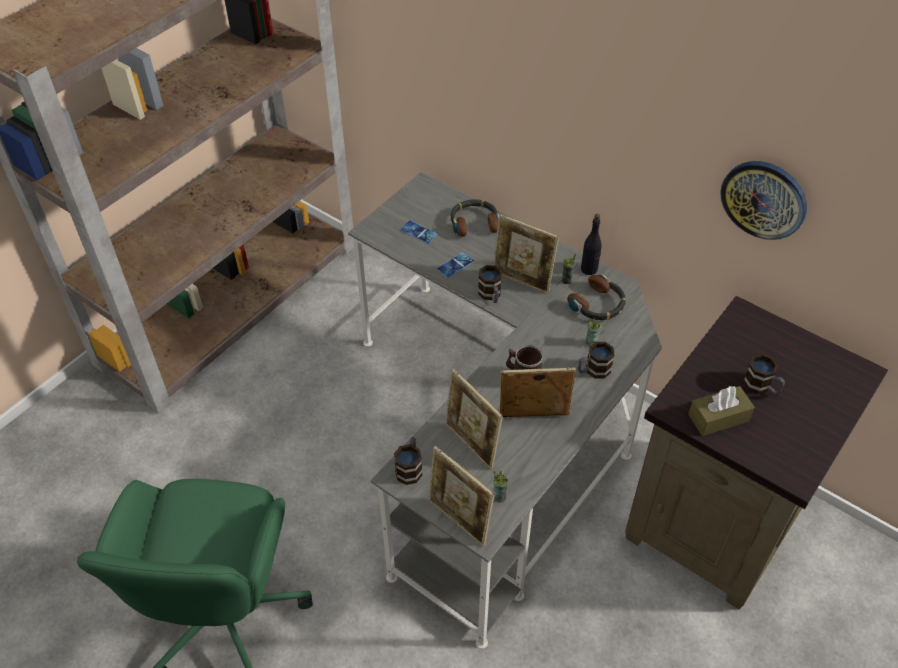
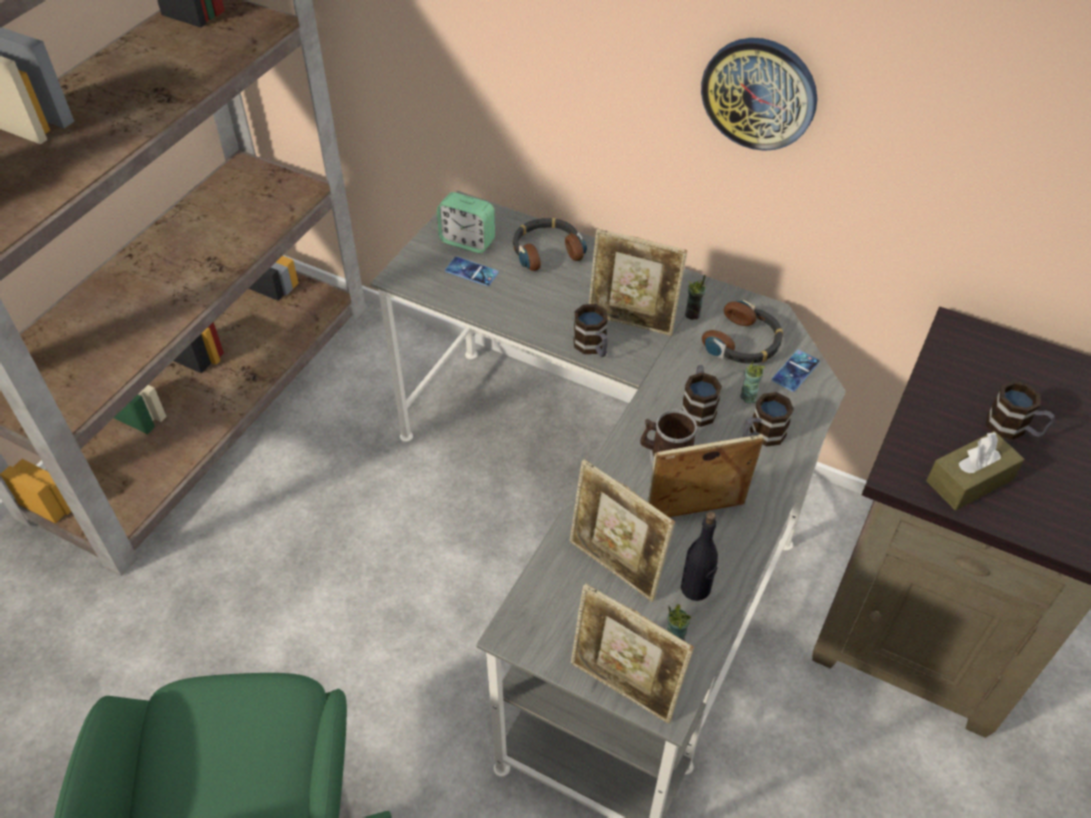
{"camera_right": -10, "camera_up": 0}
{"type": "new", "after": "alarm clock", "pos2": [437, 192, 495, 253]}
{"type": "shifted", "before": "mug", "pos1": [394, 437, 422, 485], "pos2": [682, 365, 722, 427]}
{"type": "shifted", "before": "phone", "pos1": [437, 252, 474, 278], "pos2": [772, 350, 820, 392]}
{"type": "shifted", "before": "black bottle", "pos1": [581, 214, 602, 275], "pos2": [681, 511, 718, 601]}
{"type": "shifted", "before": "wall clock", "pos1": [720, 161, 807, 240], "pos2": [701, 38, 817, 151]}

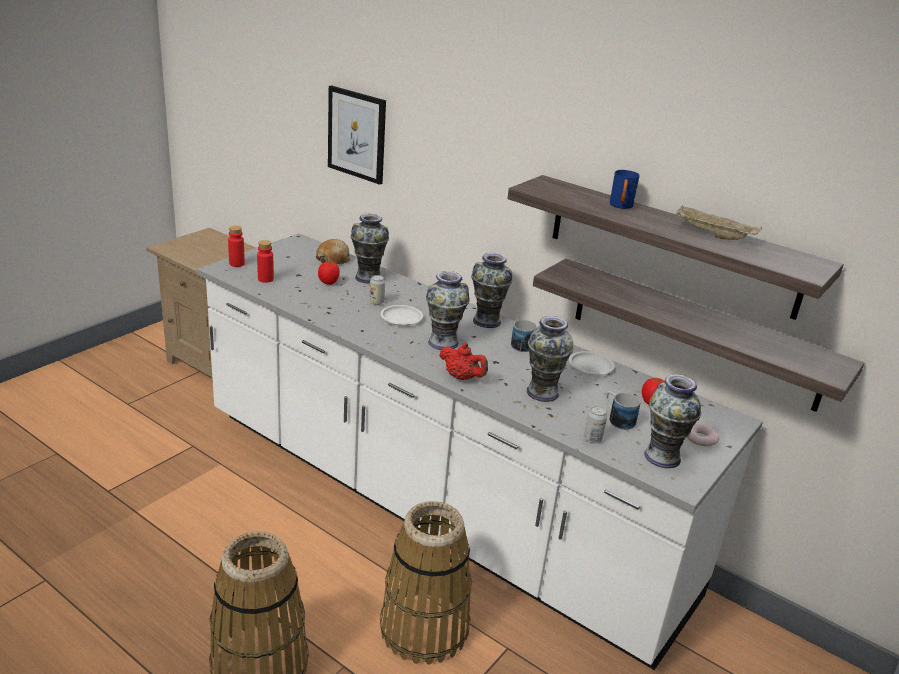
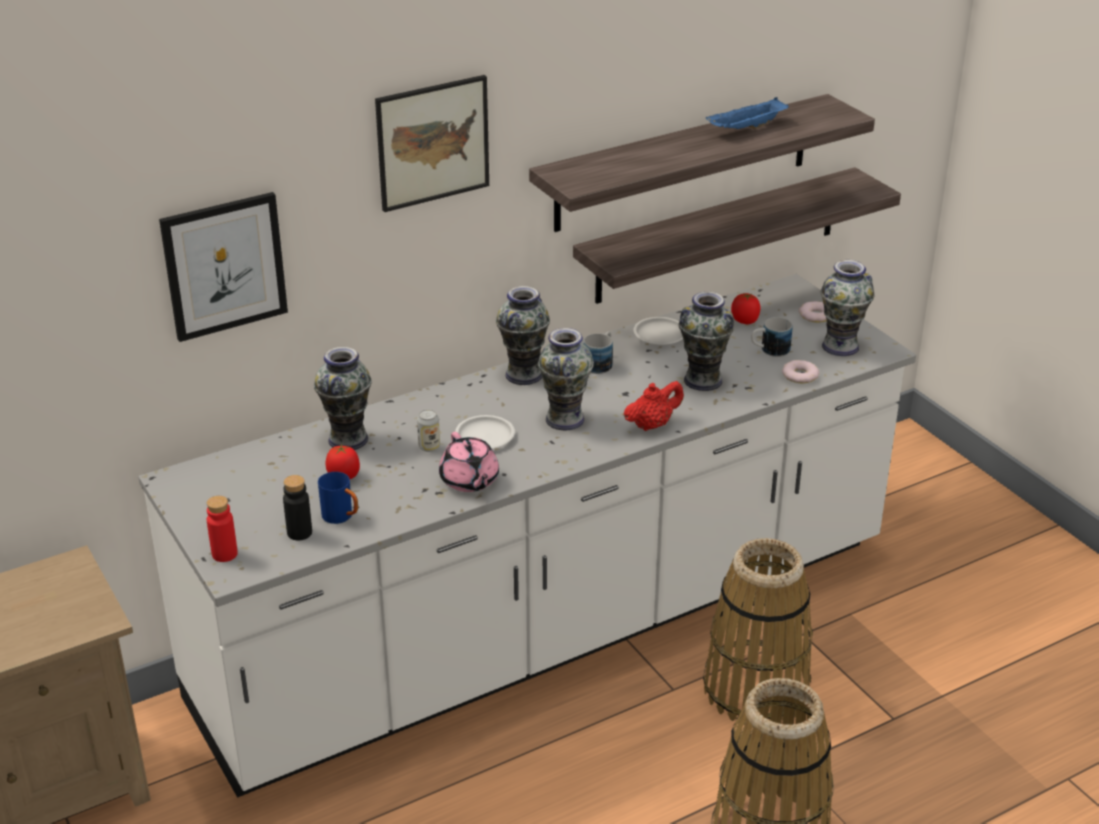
{"camera_right": -65, "camera_up": 5}
{"type": "gone", "before": "bread", "pos1": [316, 239, 350, 264]}
{"type": "new", "after": "picture", "pos2": [375, 75, 489, 212]}
{"type": "new", "after": "pink teapot", "pos2": [439, 432, 499, 492]}
{"type": "shifted", "before": "blue mug", "pos1": [610, 170, 640, 209], "pos2": [318, 472, 358, 524]}
{"type": "swapped", "before": "can", "after": "donut", "pos1": [584, 406, 607, 443], "pos2": [782, 360, 819, 383]}
{"type": "repainted", "before": "red bottle", "after": "black bottle", "pos1": [257, 240, 274, 283], "pos2": [283, 475, 312, 541]}
{"type": "repainted", "before": "beige tray", "after": "blue tray", "pos1": [676, 205, 762, 240], "pos2": [706, 97, 789, 129]}

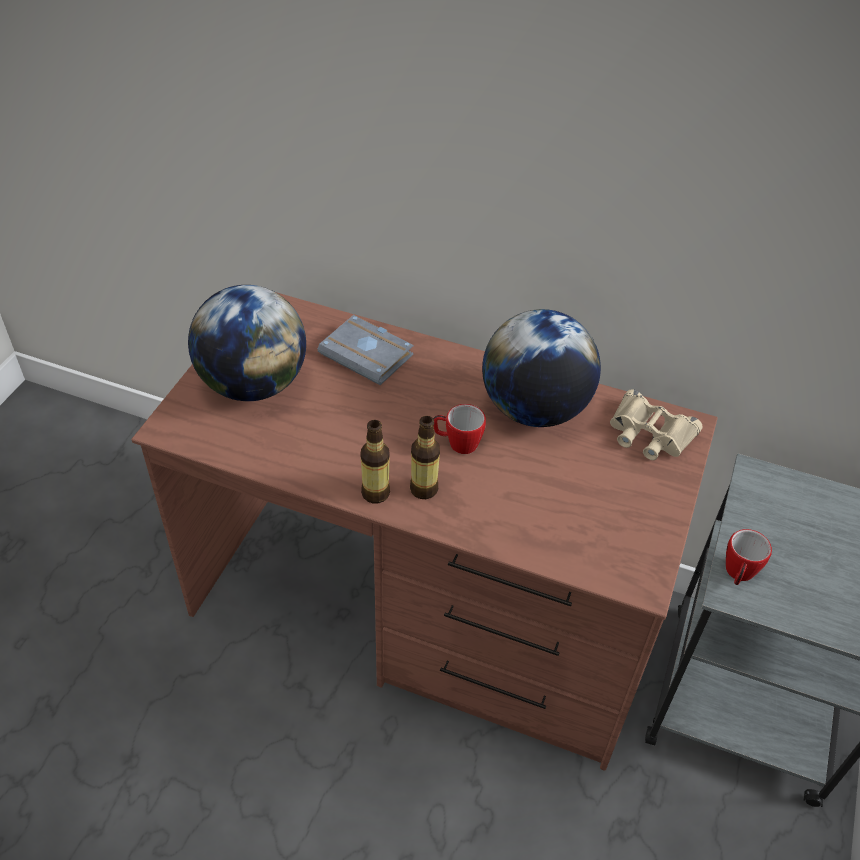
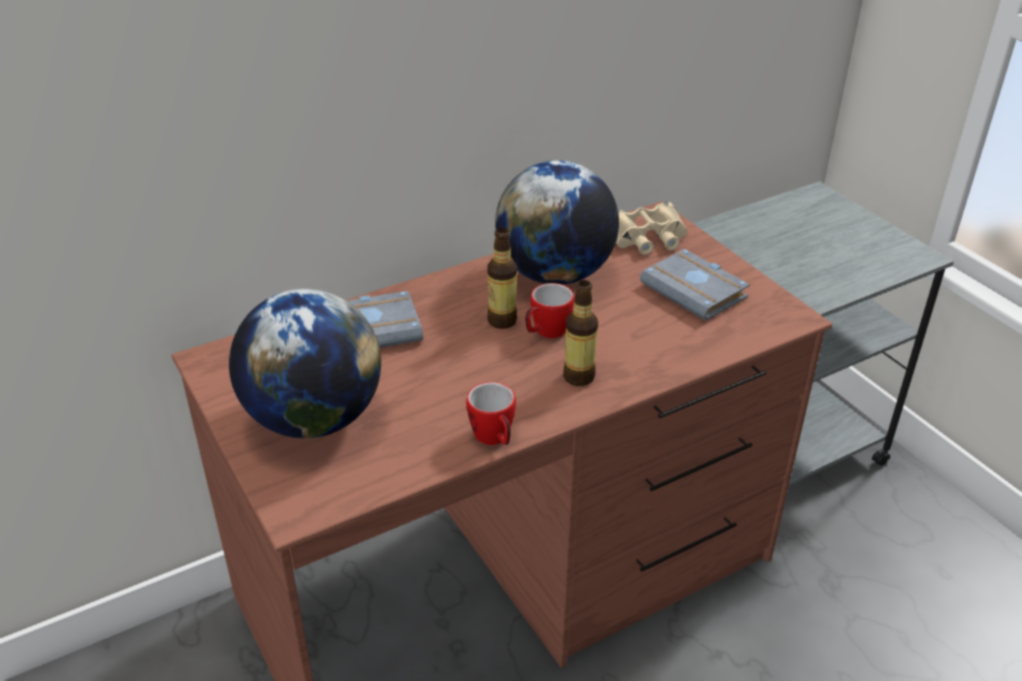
{"camera_right": -50, "camera_up": -10}
{"type": "new", "after": "grey book", "pos2": [640, 249, 750, 321]}
{"type": "shifted", "before": "bottle", "pos1": [360, 420, 390, 503], "pos2": [488, 227, 517, 329]}
{"type": "shifted", "before": "mug", "pos1": [726, 529, 772, 585], "pos2": [466, 382, 516, 445]}

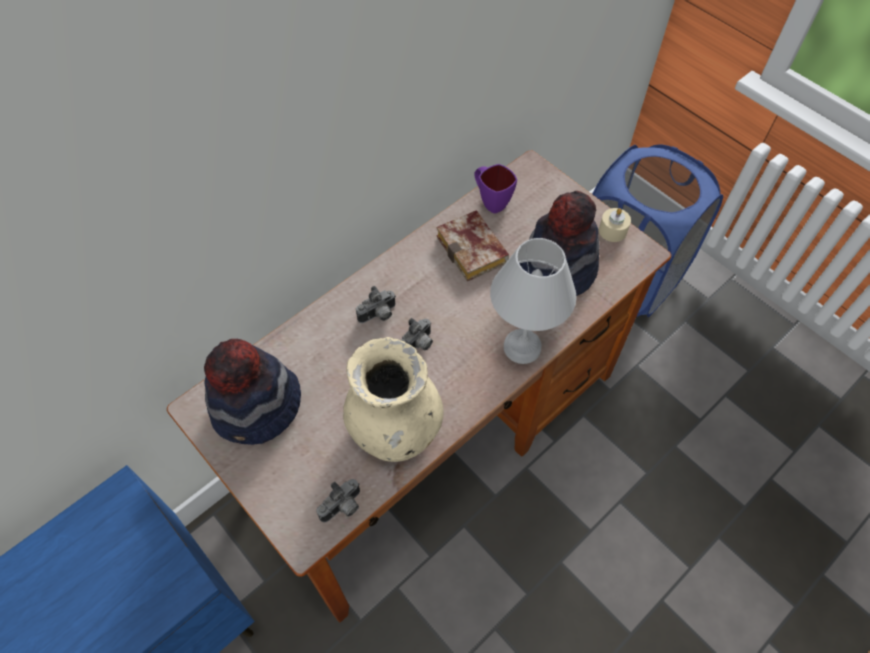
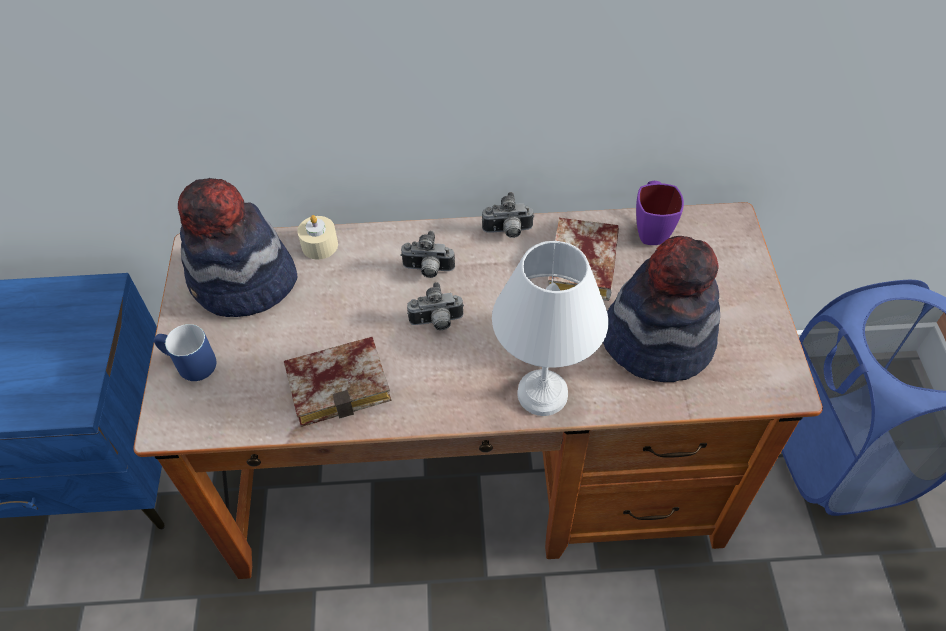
{"camera_right": 40, "camera_up": -5}
{"type": "new", "after": "blue mug", "pos2": [154, 324, 216, 381]}
{"type": "shifted", "before": "photo camera", "pos1": [316, 479, 360, 522], "pos2": [482, 192, 534, 238]}
{"type": "shifted", "before": "beige candle", "pos1": [599, 208, 631, 242], "pos2": [297, 215, 338, 260]}
{"type": "swapped", "before": "beige vase", "after": "book", "pos1": [343, 337, 443, 462], "pos2": [284, 337, 391, 427]}

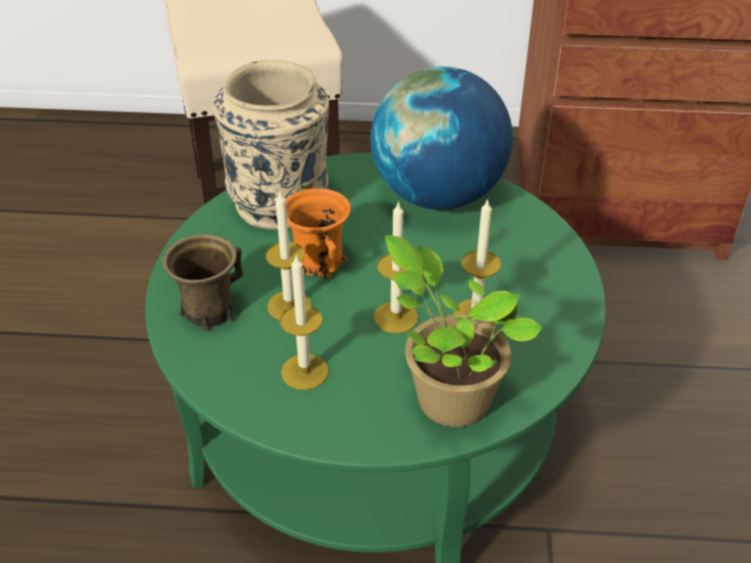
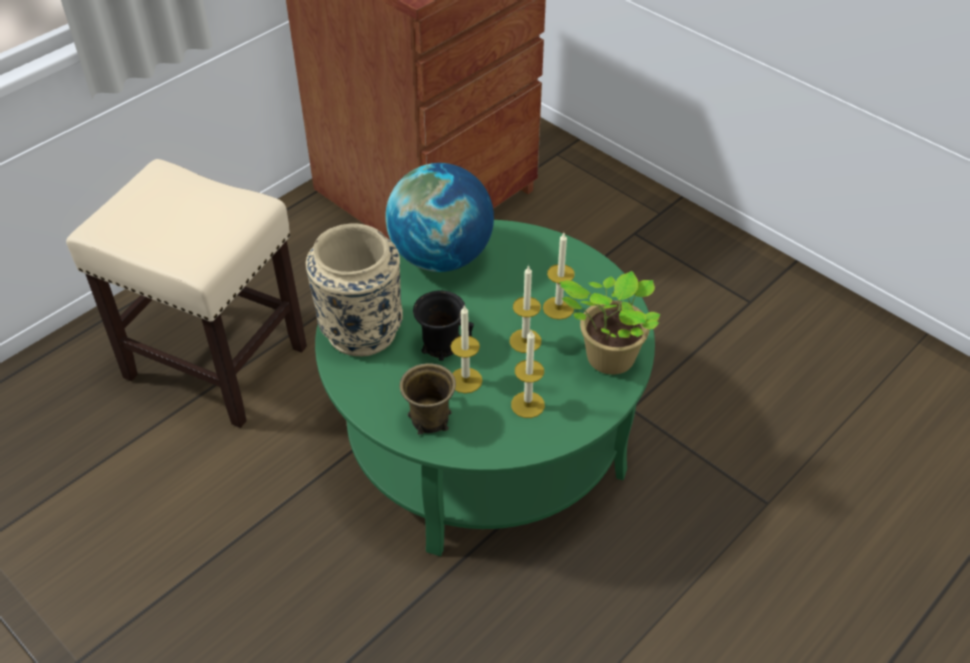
{"camera_right": -50, "camera_up": 5}
{"type": "repainted", "before": "orange mug", "after": "black mug", "pos1": [286, 188, 351, 278], "pos2": [413, 290, 474, 361]}

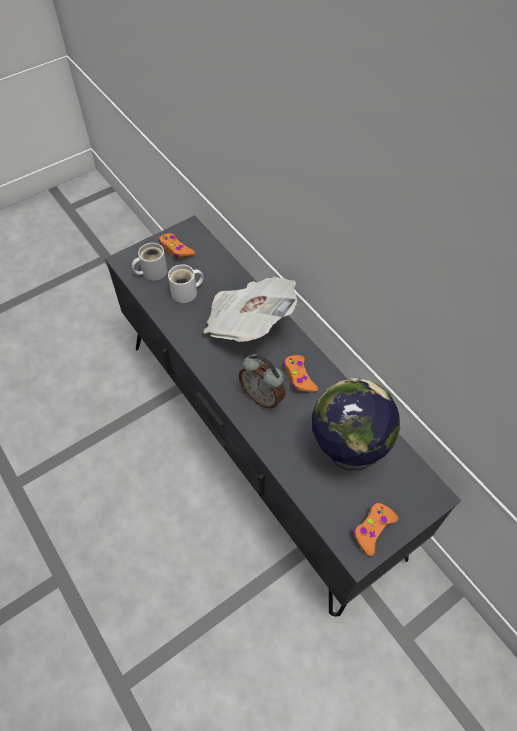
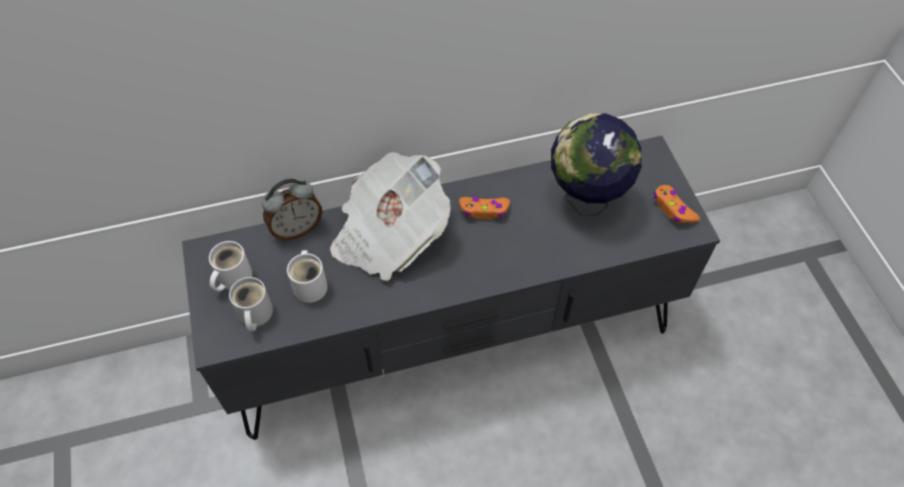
{"camera_right": -70, "camera_up": 0}
{"type": "shifted", "before": "alarm clock", "pos1": [239, 354, 285, 409], "pos2": [262, 179, 322, 240]}
{"type": "swapped", "before": "orange game controller", "after": "white mug", "pos1": [159, 233, 195, 259], "pos2": [209, 241, 252, 292]}

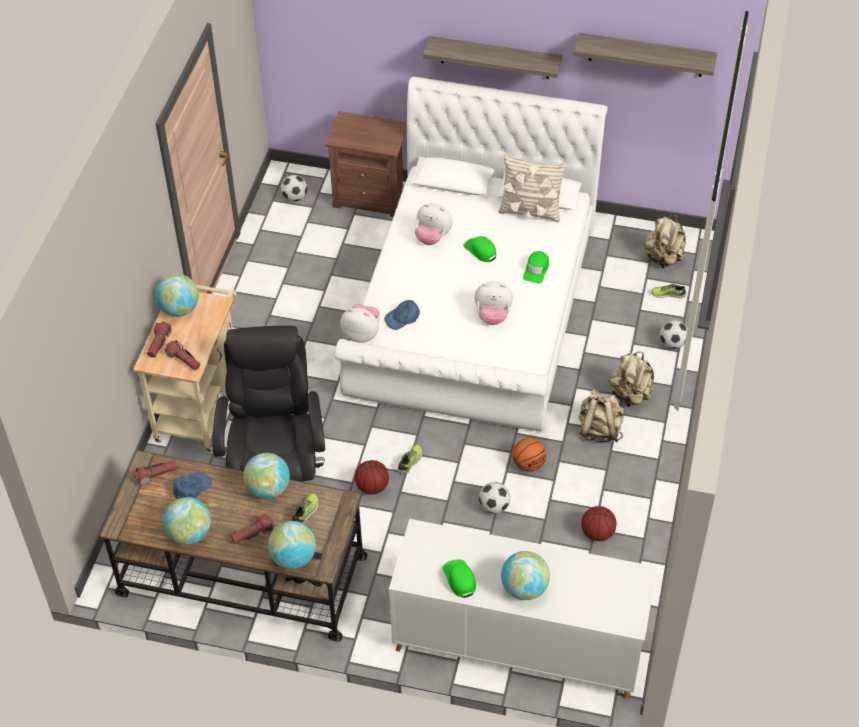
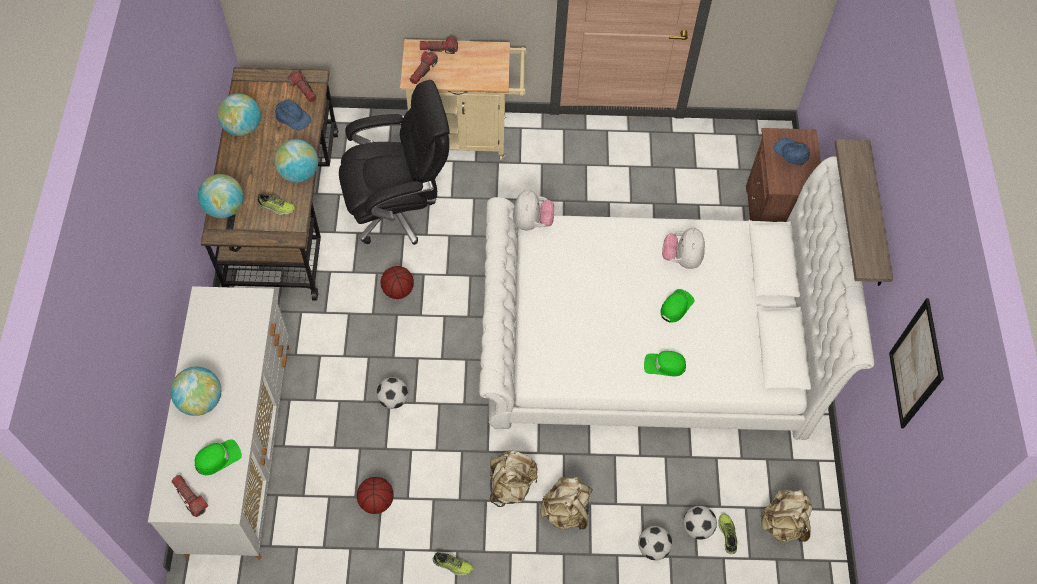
{"camera_right": 75, "camera_up": 10}
{"type": "gone", "before": "globe", "pos1": [155, 274, 199, 317]}
{"type": "gone", "before": "plush toy", "pos1": [474, 281, 513, 325]}
{"type": "gone", "before": "beige pillow", "pos1": [498, 155, 566, 223]}
{"type": "gone", "before": "basketball", "pos1": [513, 438, 546, 472]}
{"type": "shifted", "before": "flashlight", "pos1": [231, 514, 275, 544], "pos2": [172, 475, 208, 517]}
{"type": "shifted", "before": "football", "pos1": [281, 175, 307, 202], "pos2": [683, 506, 717, 540]}
{"type": "shifted", "before": "blue cap", "pos1": [385, 300, 420, 330], "pos2": [774, 138, 810, 165]}
{"type": "shifted", "before": "shoe", "pos1": [398, 445, 422, 475], "pos2": [433, 552, 473, 576]}
{"type": "shifted", "before": "green cap", "pos1": [443, 560, 476, 598], "pos2": [195, 439, 242, 475]}
{"type": "swapped", "before": "shelf", "after": "picture", "pos1": [573, 33, 717, 77], "pos2": [889, 298, 944, 428]}

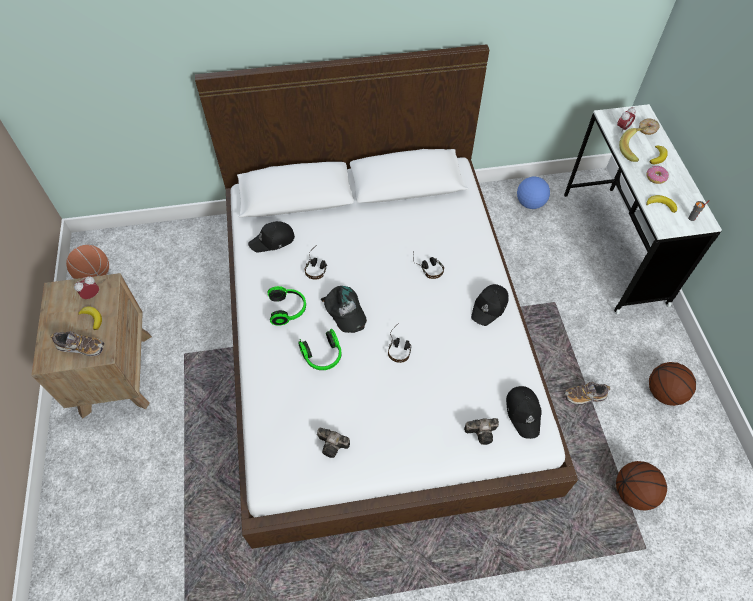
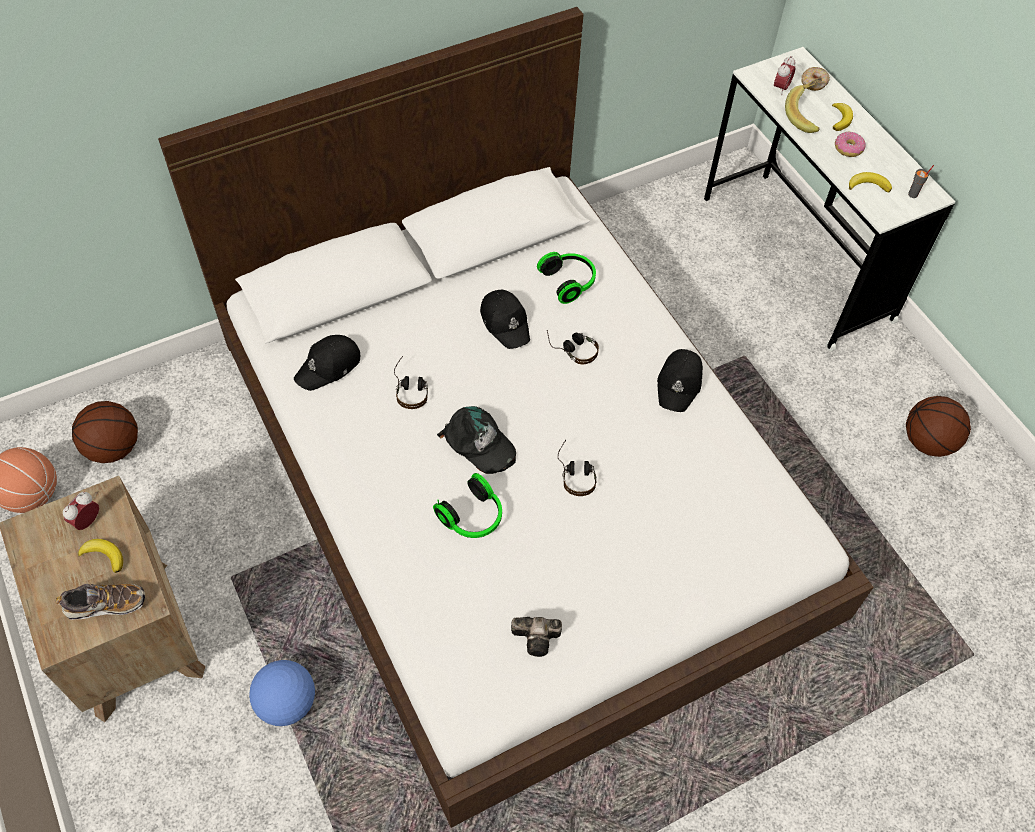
{"camera_right": -20, "camera_up": 0}
{"type": "gone", "before": "photo camera", "pos1": [464, 418, 499, 445]}
{"type": "gone", "before": "shoe", "pos1": [564, 382, 610, 405]}
{"type": "shifted", "before": "headphones", "pos1": [268, 286, 306, 326], "pos2": [537, 252, 596, 304]}
{"type": "shifted", "before": "black cap", "pos1": [506, 386, 542, 439], "pos2": [480, 290, 530, 349]}
{"type": "shifted", "before": "football", "pos1": [517, 177, 550, 209], "pos2": [249, 660, 315, 726]}
{"type": "shifted", "before": "basketball", "pos1": [616, 461, 667, 511], "pos2": [72, 401, 138, 463]}

